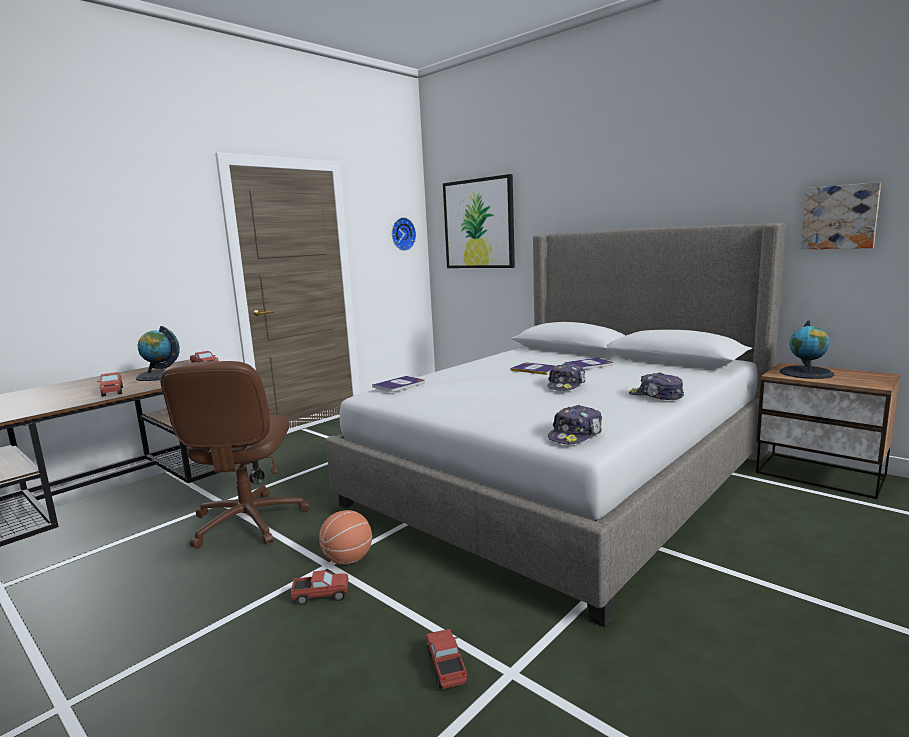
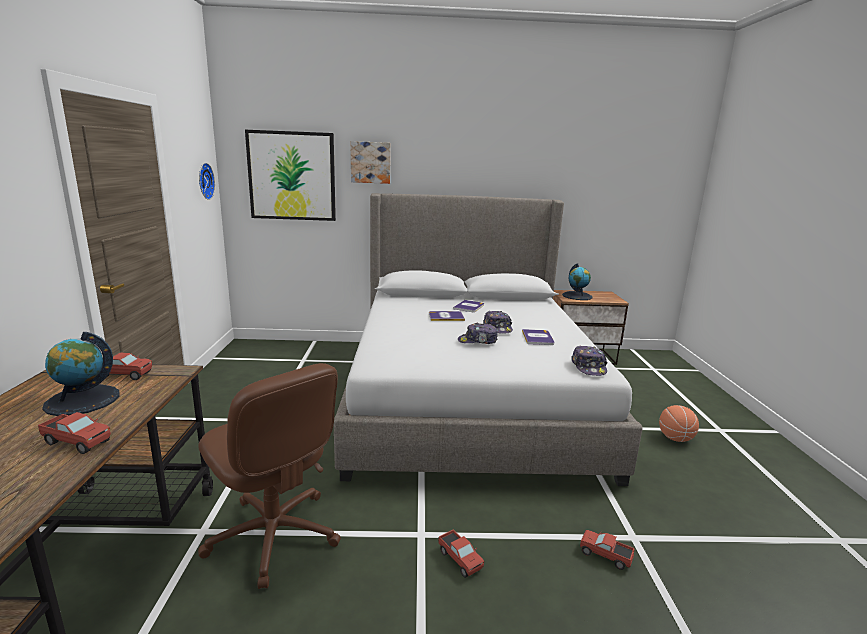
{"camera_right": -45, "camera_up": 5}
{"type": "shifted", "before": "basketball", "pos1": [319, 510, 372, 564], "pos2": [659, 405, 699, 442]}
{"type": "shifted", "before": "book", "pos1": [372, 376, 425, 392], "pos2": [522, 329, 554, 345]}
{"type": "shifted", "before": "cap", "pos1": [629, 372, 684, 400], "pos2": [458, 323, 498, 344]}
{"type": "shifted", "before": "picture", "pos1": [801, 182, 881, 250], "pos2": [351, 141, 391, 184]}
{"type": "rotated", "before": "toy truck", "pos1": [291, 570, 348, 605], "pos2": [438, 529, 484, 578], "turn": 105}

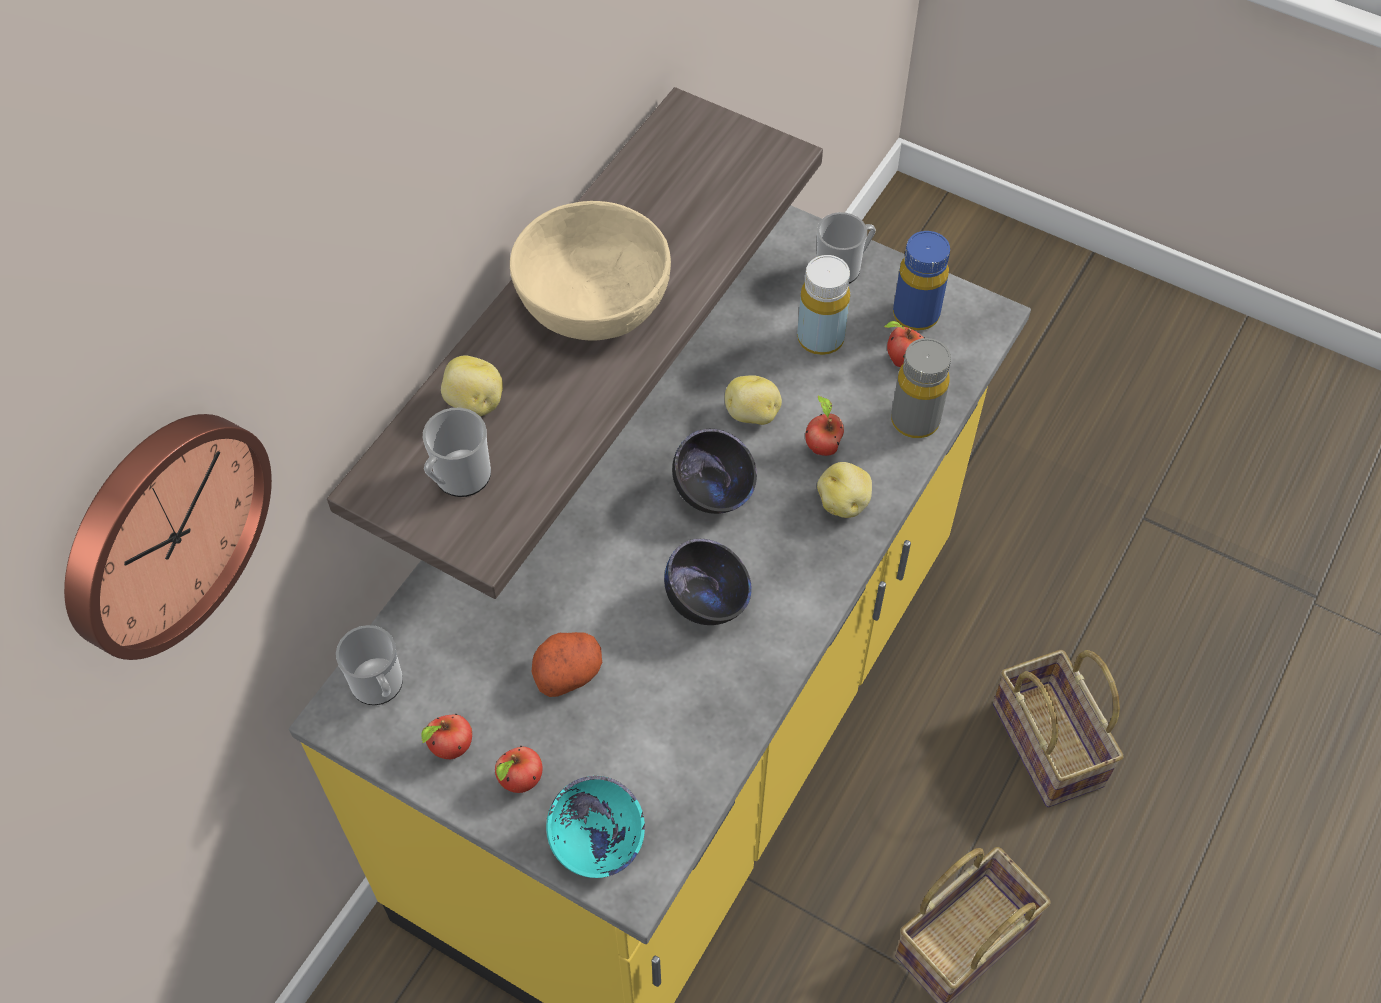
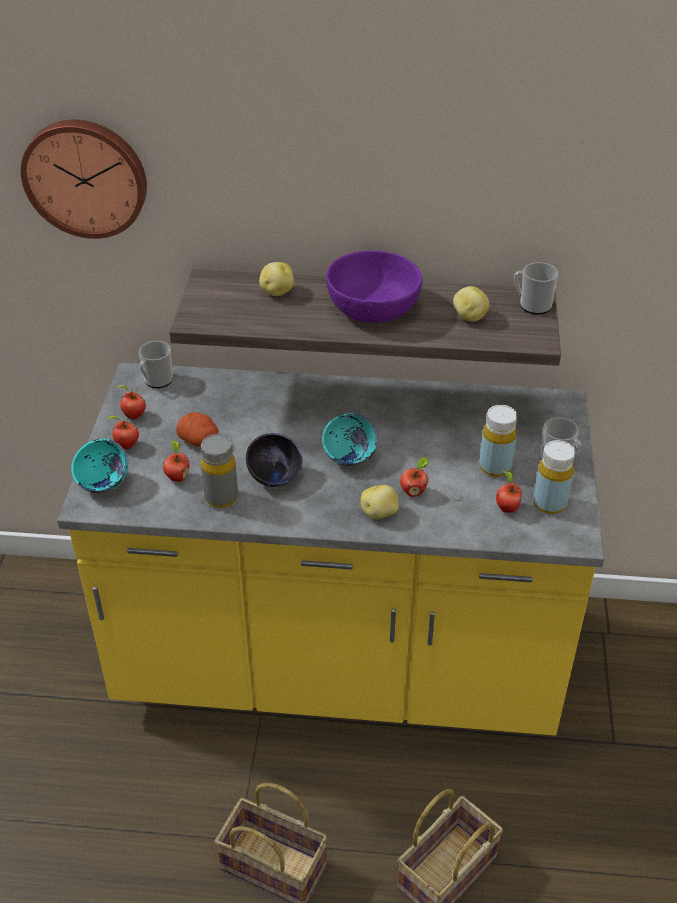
{"camera_right": 65, "camera_up": -15}
{"type": "new", "after": "apple", "pos2": [163, 440, 189, 482]}
{"type": "shifted", "before": "mug", "pos1": [423, 408, 491, 497], "pos2": [514, 262, 559, 315]}
{"type": "shifted", "before": "potato", "pos1": [725, 375, 782, 425], "pos2": [453, 286, 489, 321]}
{"type": "shifted", "before": "grey bottle", "pos1": [891, 338, 951, 438], "pos2": [201, 434, 238, 508]}
{"type": "repainted", "before": "beige bowl", "after": "purple bowl", "pos1": [510, 201, 671, 341], "pos2": [326, 250, 422, 323]}
{"type": "repainted", "before": "black bowl", "after": "turquoise bowl", "pos1": [672, 429, 757, 514], "pos2": [322, 413, 378, 466]}
{"type": "repainted", "before": "blue bottle", "after": "yellow bottle", "pos1": [893, 231, 950, 331], "pos2": [533, 440, 575, 514]}

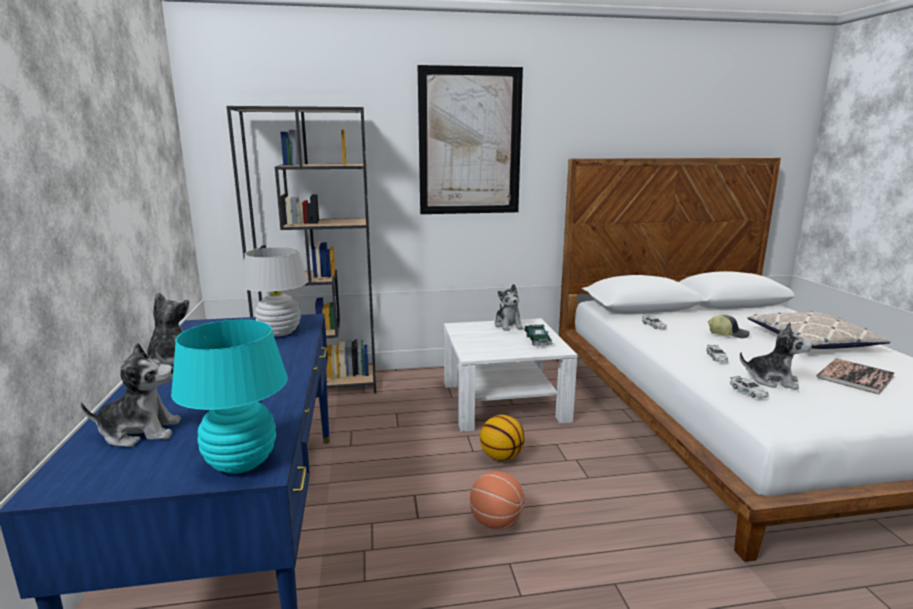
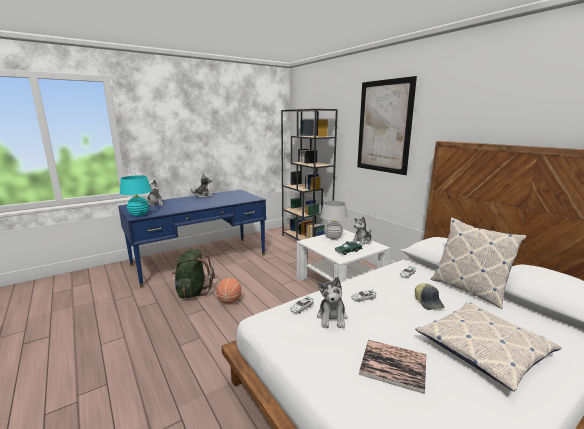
{"camera_right": 65, "camera_up": 0}
{"type": "gone", "before": "basketball", "pos1": [480, 415, 525, 461]}
{"type": "new", "after": "green backpack", "pos2": [172, 249, 215, 298]}
{"type": "new", "after": "pillow", "pos2": [431, 217, 527, 309]}
{"type": "shifted", "before": "white table lamp", "pos1": [241, 247, 308, 337], "pos2": [320, 201, 348, 239]}

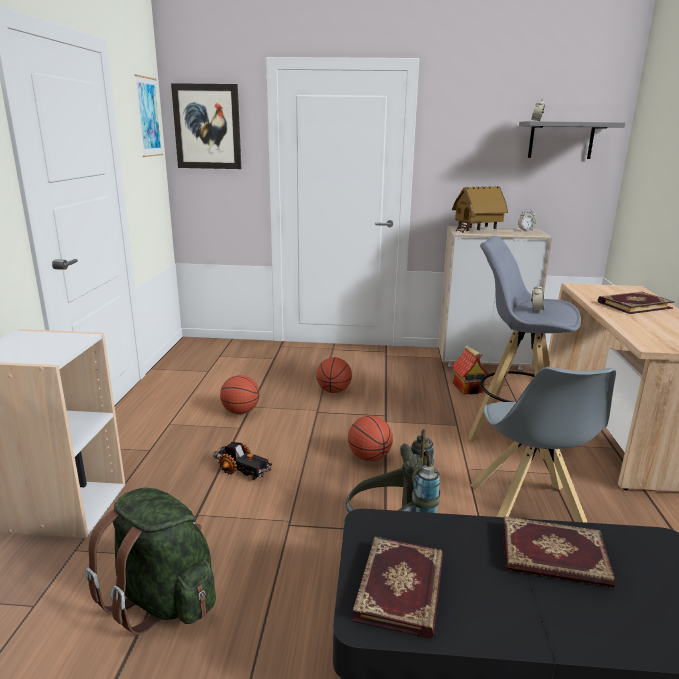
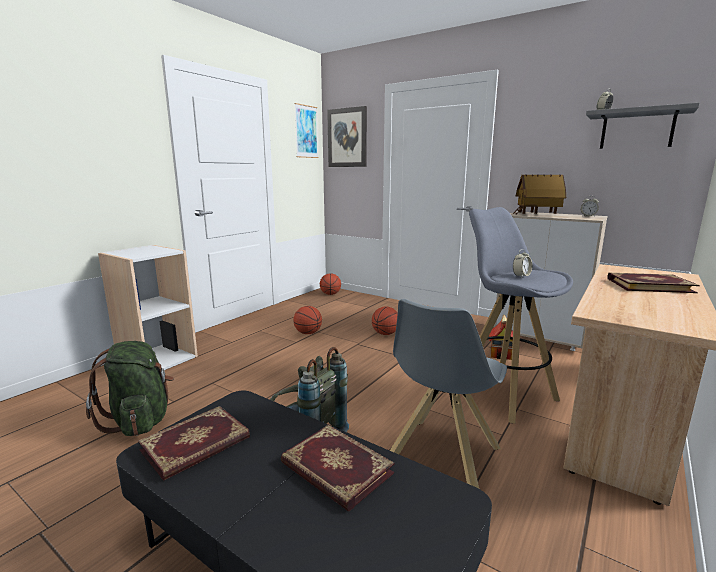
{"camera_right": 30, "camera_up": -5}
{"type": "gone", "before": "toy truck", "pos1": [213, 442, 272, 480]}
{"type": "shifted", "before": "basketball", "pos1": [348, 416, 393, 461], "pos2": [320, 273, 341, 295]}

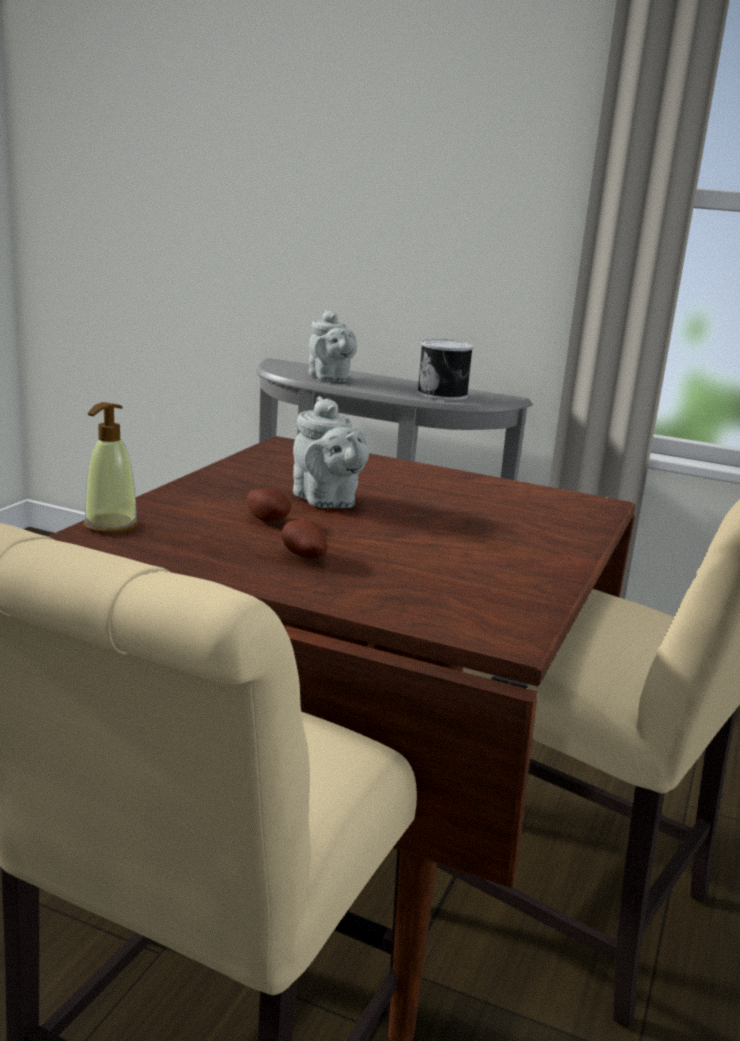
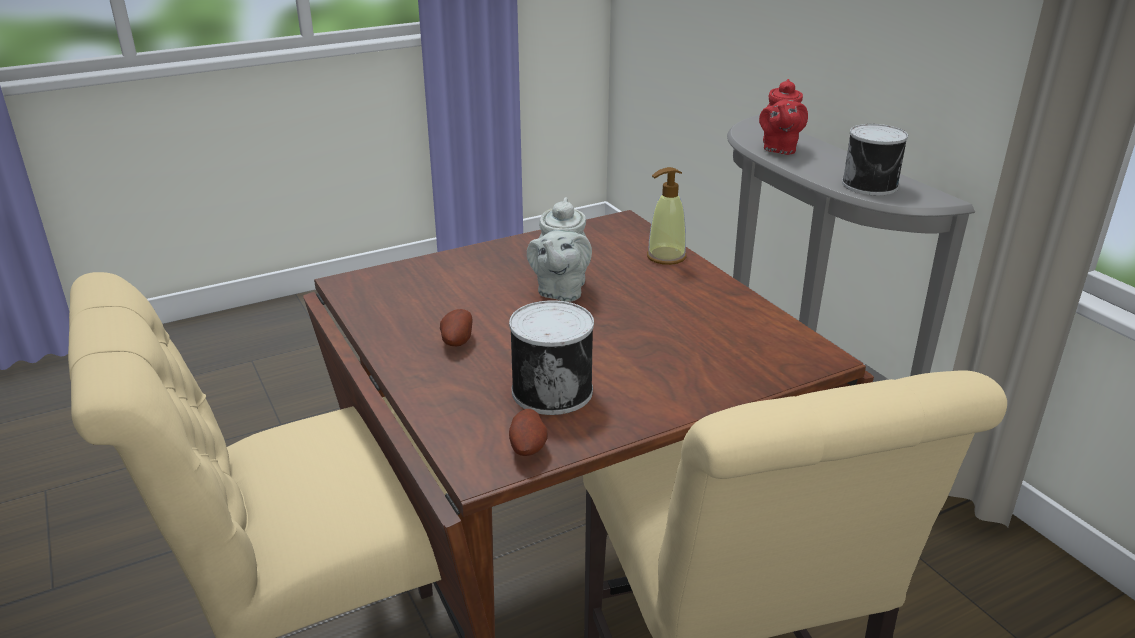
{"camera_right": 40, "camera_up": 10}
{"type": "new", "after": "can", "pos2": [509, 300, 594, 415]}
{"type": "shifted", "before": "soap dispenser", "pos1": [83, 402, 138, 534], "pos2": [647, 167, 686, 265]}
{"type": "shifted", "before": "potato", "pos1": [247, 488, 291, 522], "pos2": [509, 409, 548, 456]}
{"type": "repainted", "before": "grey teapot", "after": "red teapot", "pos1": [309, 310, 357, 382], "pos2": [759, 79, 808, 155]}

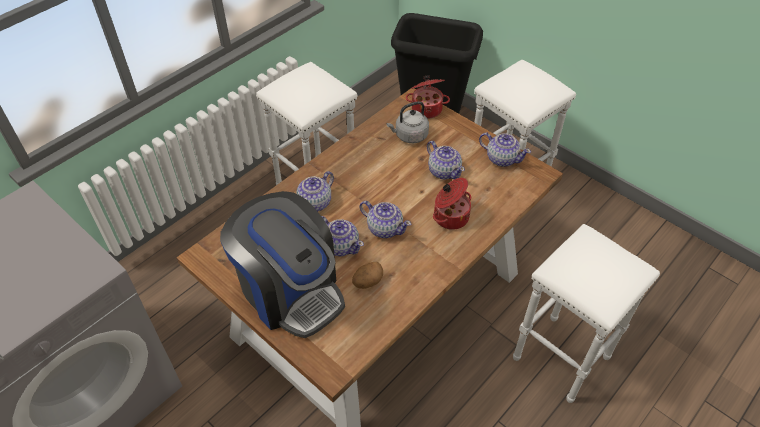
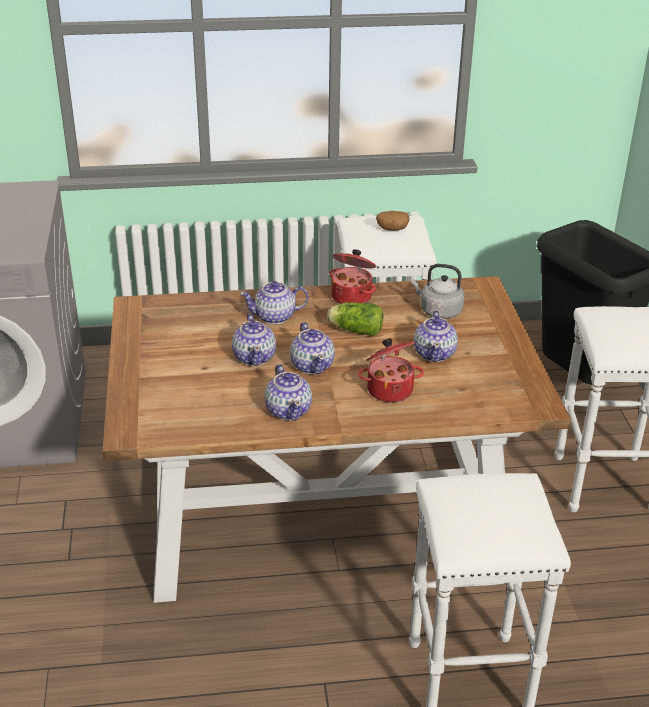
{"camera_right": 40, "camera_up": -15}
{"type": "gone", "before": "coffee machine", "pos1": [220, 191, 345, 338]}
{"type": "new", "after": "lettuce", "pos2": [327, 302, 383, 336]}
{"type": "shifted", "before": "potato", "pos1": [352, 262, 383, 289], "pos2": [376, 211, 410, 231]}
{"type": "shifted", "before": "cooking pot", "pos1": [406, 75, 450, 119], "pos2": [329, 249, 376, 304]}
{"type": "shifted", "before": "teapot", "pos1": [479, 132, 531, 167], "pos2": [265, 364, 312, 421]}

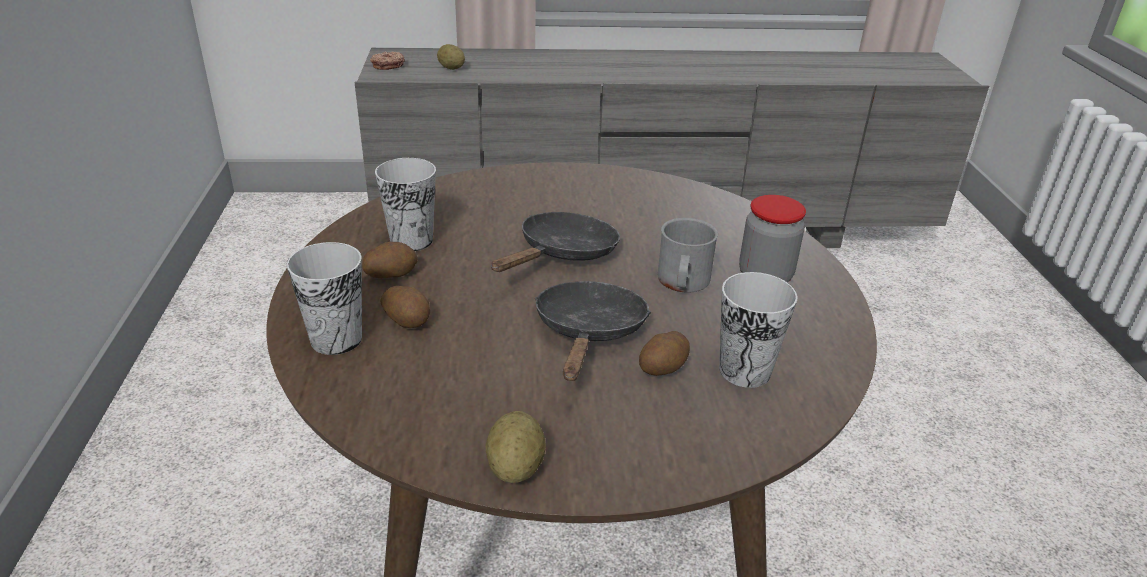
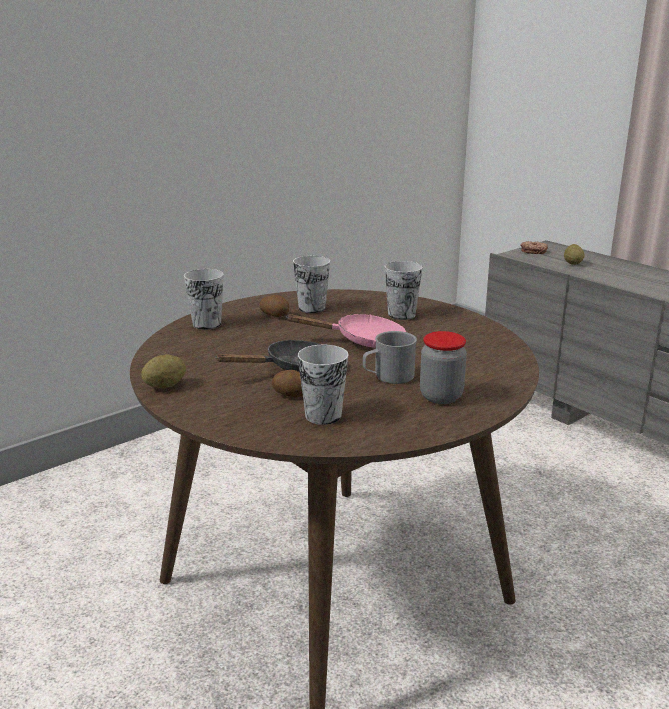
{"camera_right": 55, "camera_up": -10}
{"type": "gone", "before": "potato", "pos1": [380, 286, 430, 328]}
{"type": "new", "after": "cup", "pos2": [384, 261, 423, 320]}
{"type": "repainted", "before": "black frying pan", "after": "pink frying pan", "pos1": [491, 212, 620, 272], "pos2": [287, 314, 406, 348]}

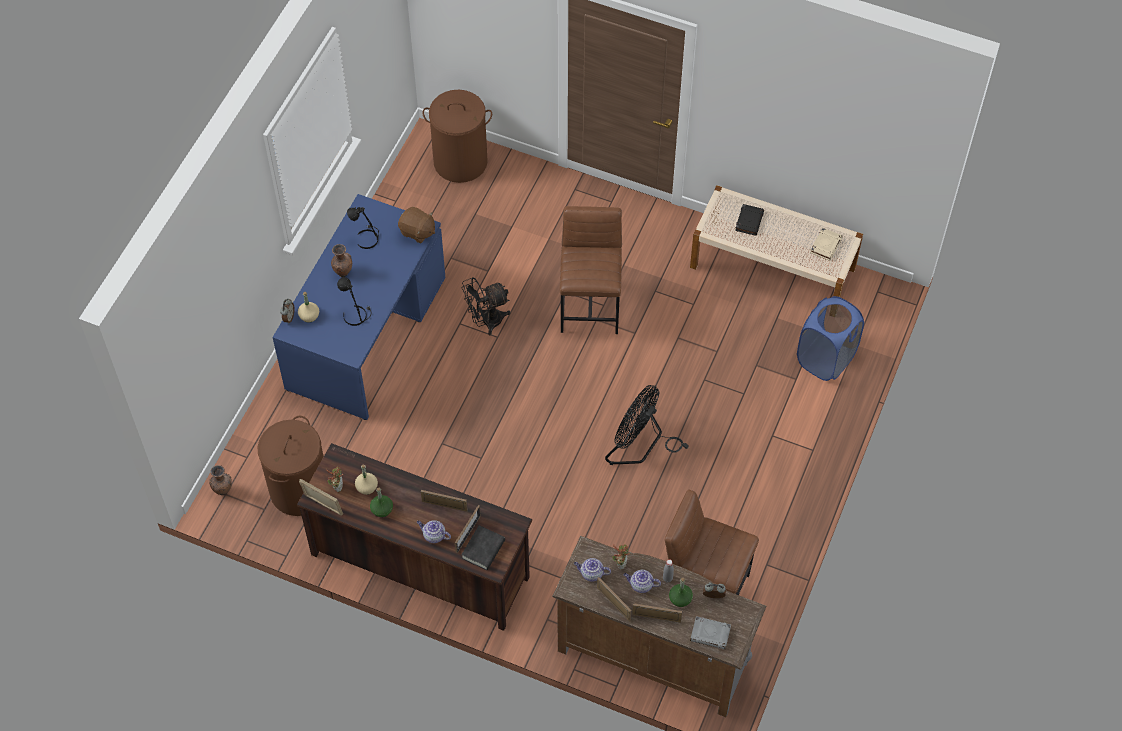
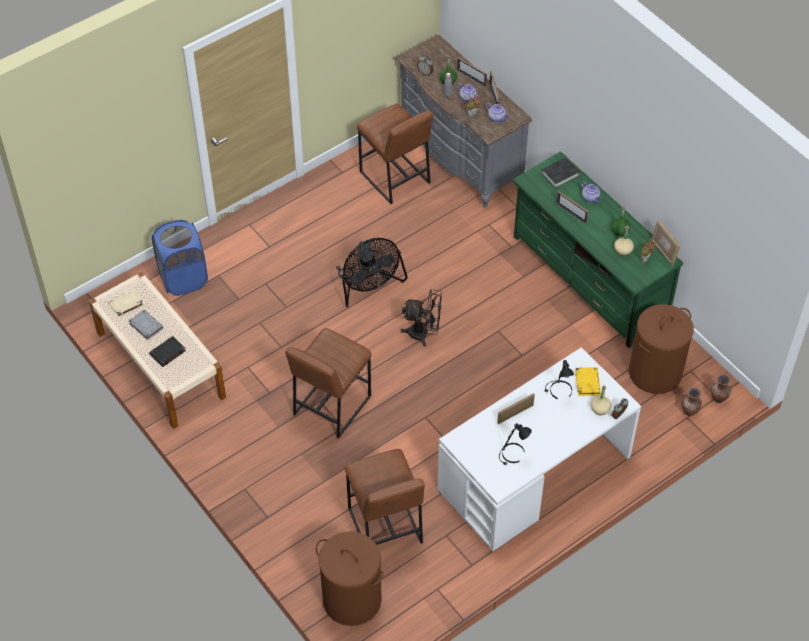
{"camera_right": -150, "camera_up": -5}
{"type": "gone", "before": "brown plush toy", "pos1": [398, 207, 435, 244]}
{"type": "new", "after": "brown chair", "pos2": [345, 449, 425, 545]}
{"type": "new", "after": "yellow book", "pos2": [575, 367, 601, 396]}
{"type": "shifted", "before": "brown vase", "pos1": [331, 244, 352, 277], "pos2": [681, 388, 702, 416]}
{"type": "shifted", "before": "picture frame", "pos1": [455, 505, 481, 553], "pos2": [498, 393, 535, 424]}
{"type": "shifted", "before": "black fan", "pos1": [462, 277, 510, 335], "pos2": [401, 289, 442, 346]}
{"type": "shifted", "before": "grey book", "pos1": [690, 616, 731, 649], "pos2": [129, 310, 164, 340]}
{"type": "repainted", "before": "blue desk", "after": "white desk", "pos1": [272, 194, 445, 420], "pos2": [437, 347, 641, 551]}
{"type": "repainted", "before": "brown dresser", "after": "green dresser", "pos1": [297, 443, 532, 631], "pos2": [513, 151, 683, 348]}

